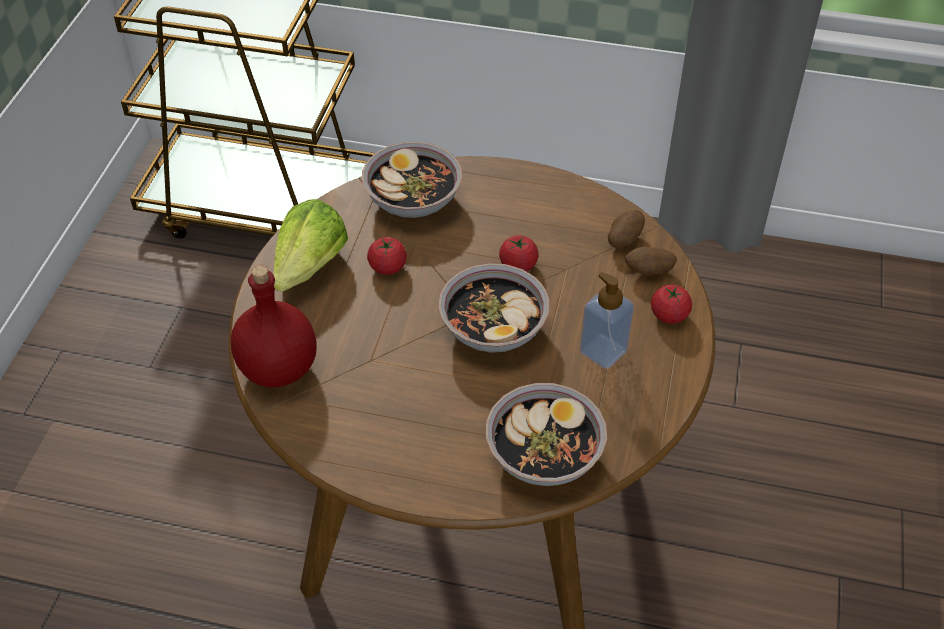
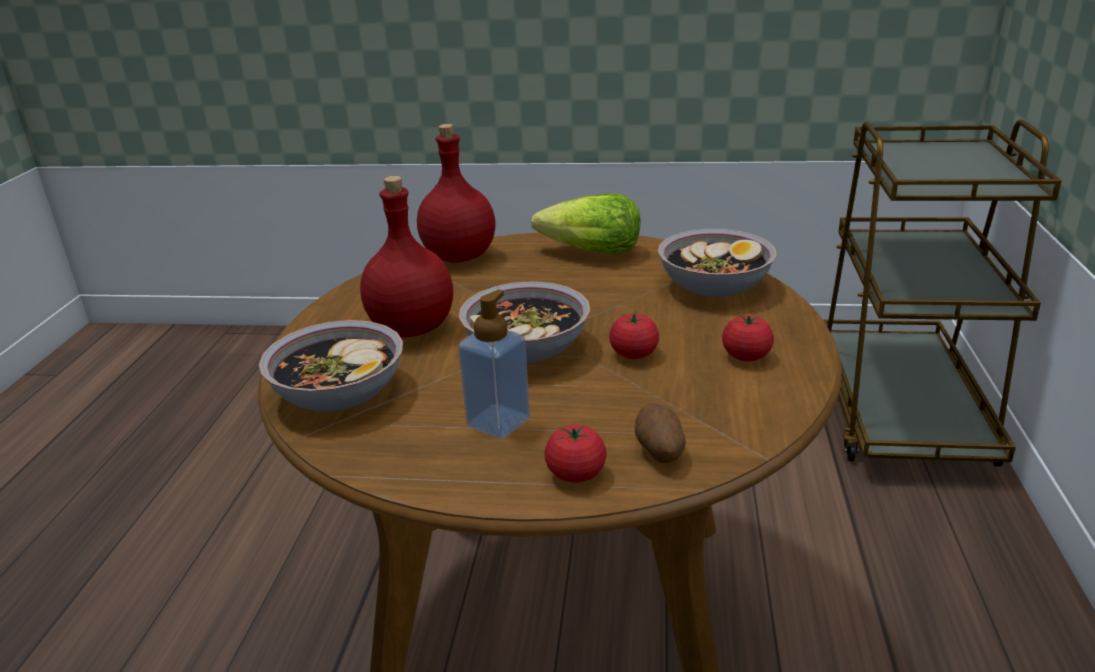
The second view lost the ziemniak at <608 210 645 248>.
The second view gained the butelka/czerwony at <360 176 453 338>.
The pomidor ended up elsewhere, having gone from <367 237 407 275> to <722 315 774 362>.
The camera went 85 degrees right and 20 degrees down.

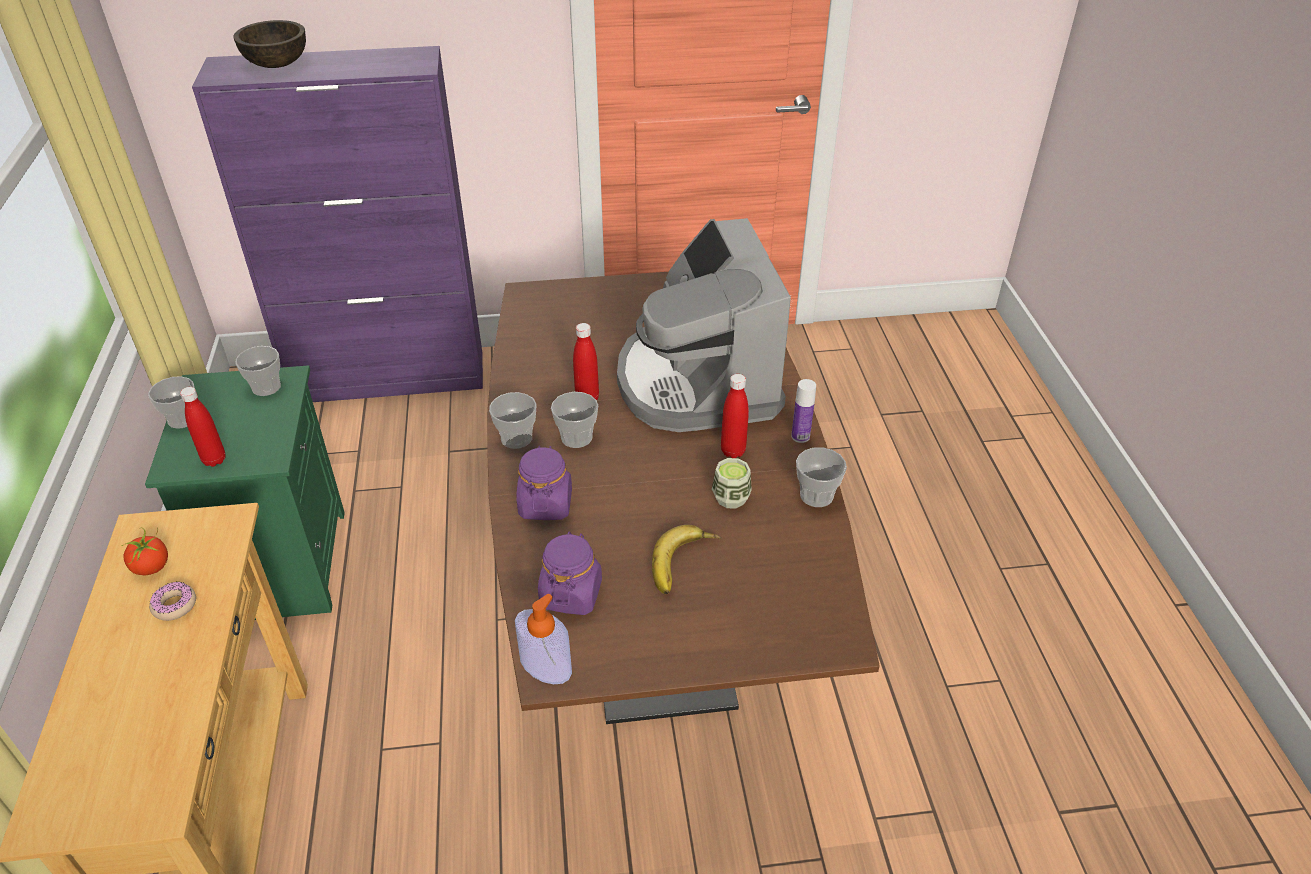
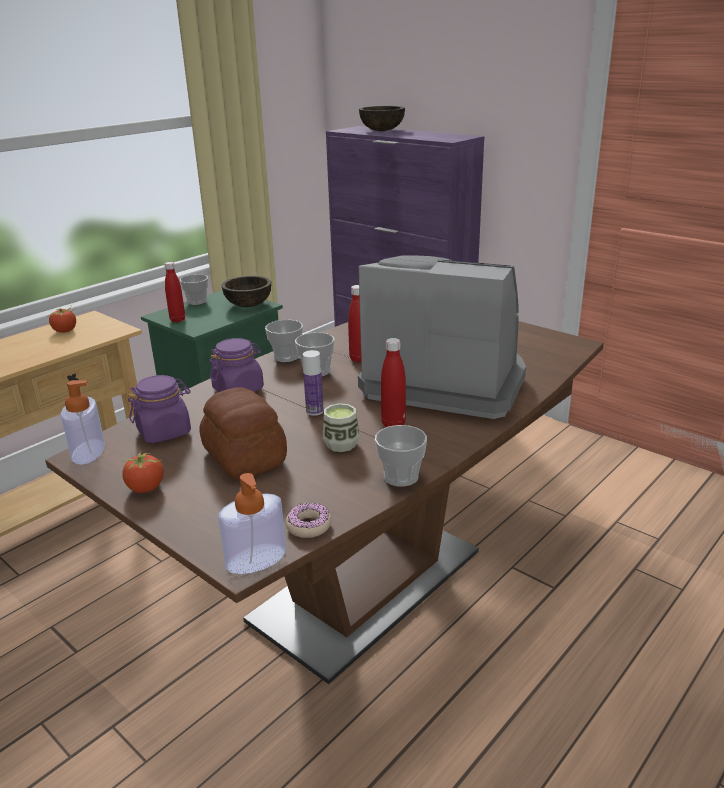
The second view gained the pomidor at <122 451 164 493>.
The second view gained the dozownik mydła at <218 473 286 574>.
The donut ended up elsewhere, having gone from <149 582 196 621> to <285 503 331 538>.
The butelka ended up elsewhere, having gone from <791 379 816 443> to <303 350 324 416>.
Where the filiżanka stood at <235 346 281 396>, the miska/brązowy came to stand at <221 276 271 307>.
Where the banan stood at <652 525 721 594>, the chleb came to stand at <199 387 287 479>.
The ekspres do kawy at <617 218 791 432> ended up facing another way, 75 degrees clockwise from before.
The camera went 50 degrees right and 15 degrees down.

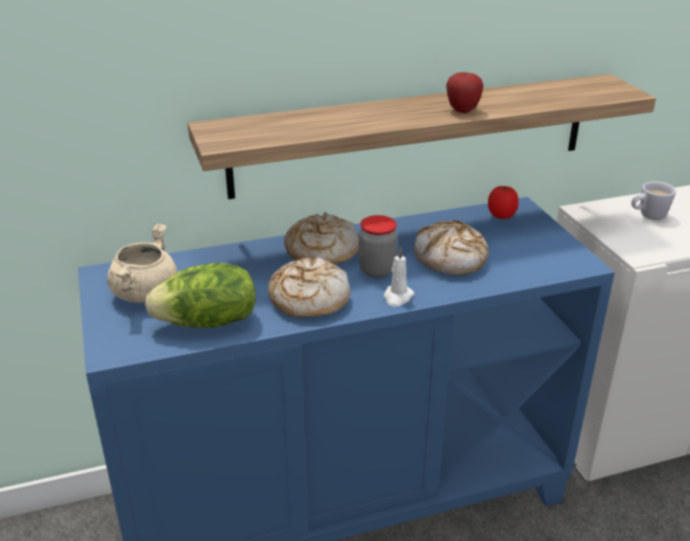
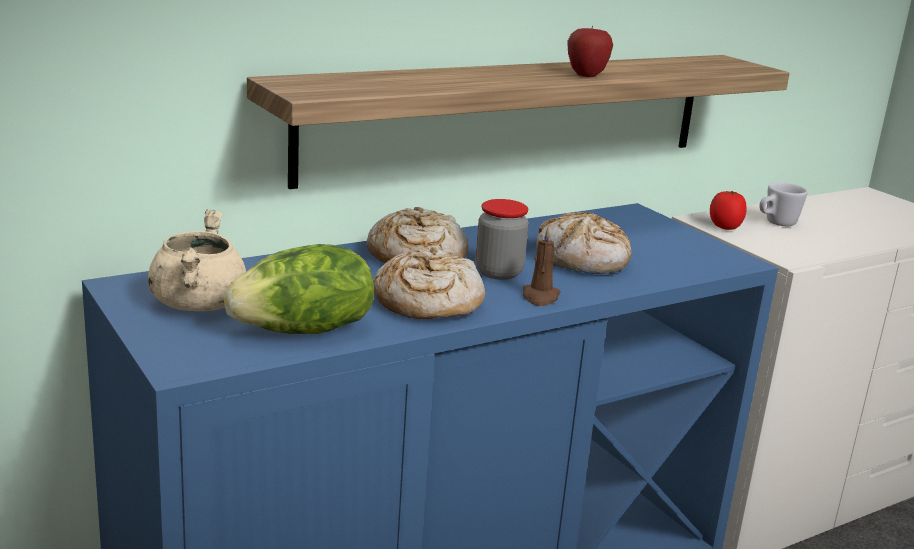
The pomidor ended up elsewhere, having gone from <488 186 519 219> to <710 191 747 230>.
What was the świeca/biały at <384 247 414 307> turned into the świeca/brązowy at <523 226 560 306>.
The camera went 15 degrees left and 10 degrees down.

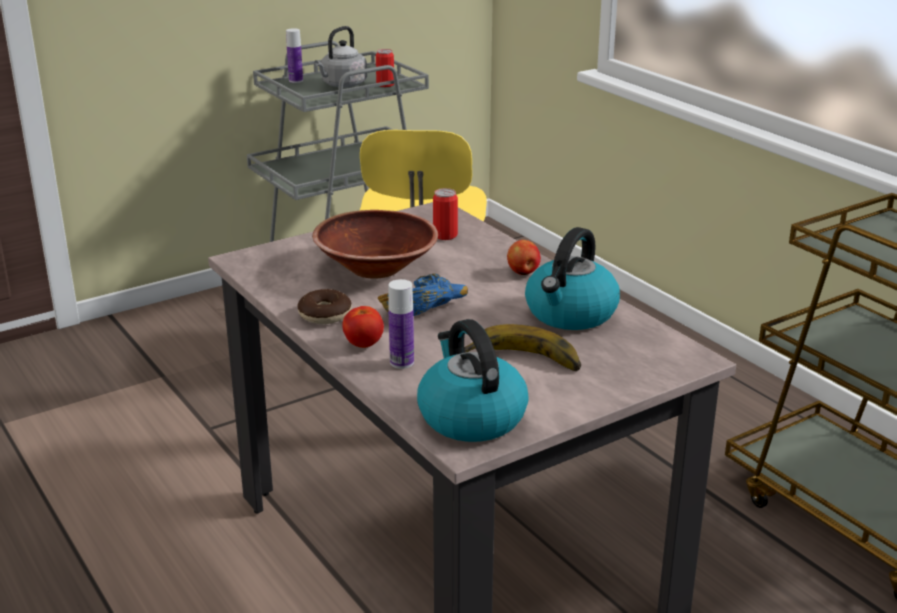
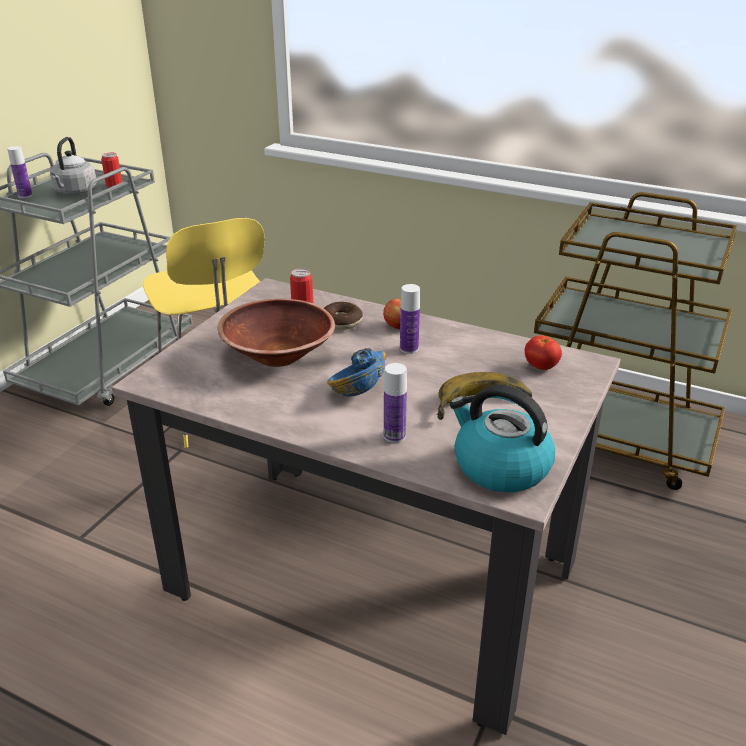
The second view lost the czajnik at <525 227 620 330>.
The second view gained the butelka at <400 284 420 354>.
The donut ended up elsewhere, having gone from <297 289 352 325> to <324 302 363 330>.
The pomidor ended up elsewhere, having gone from <342 306 384 348> to <525 335 562 370>.
The camera went 30 degrees left and 5 degrees up.

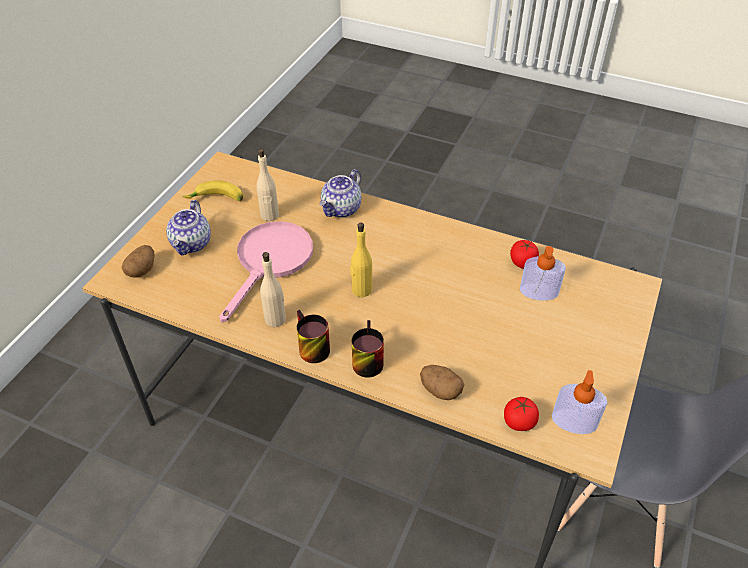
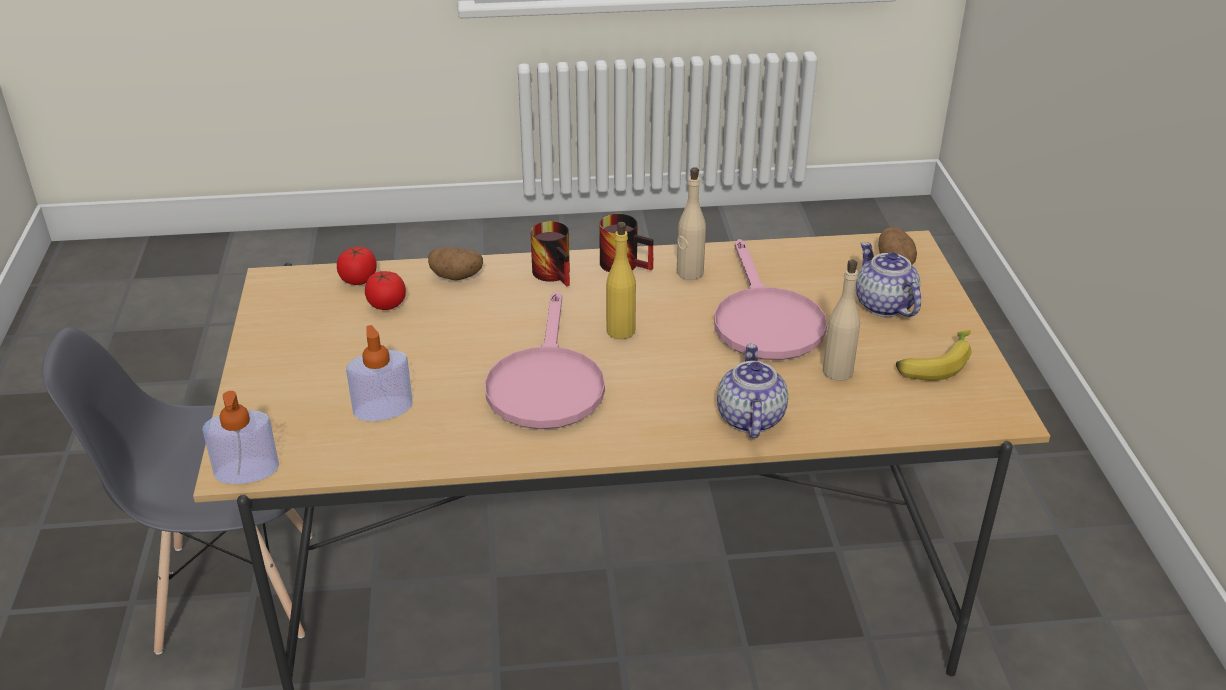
The second view gained the patelnia/różowy at <485 291 605 429>.
The pomidor ended up elsewhere, having gone from <510 240 539 269> to <365 271 406 310>.
The dozownik mydła ended up elsewhere, having gone from <552 370 608 434> to <202 391 279 484>.
The camera went 150 degrees right and 10 degrees down.

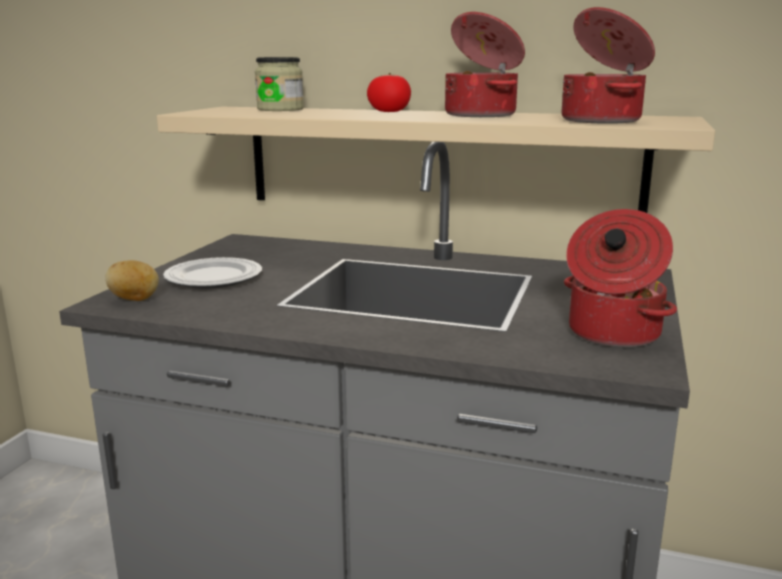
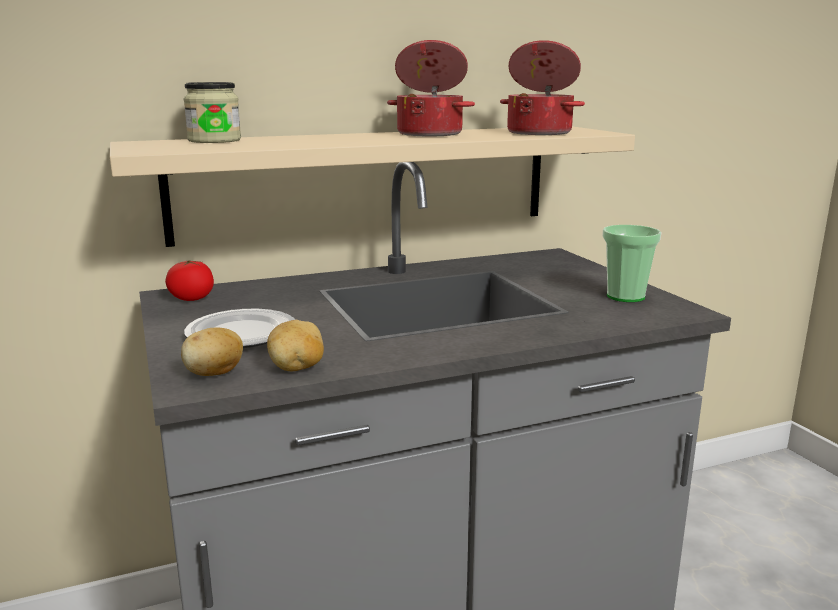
The second view gained the ziemniak at <267 320 324 371>.
The pomidor ended up elsewhere, having gone from <367 73 411 112> to <165 260 214 301>.
Where the garnek stood at <564 209 677 347>, the filiżanka came to stand at <602 225 661 302>.
The camera went 40 degrees left and 0 degrees up.

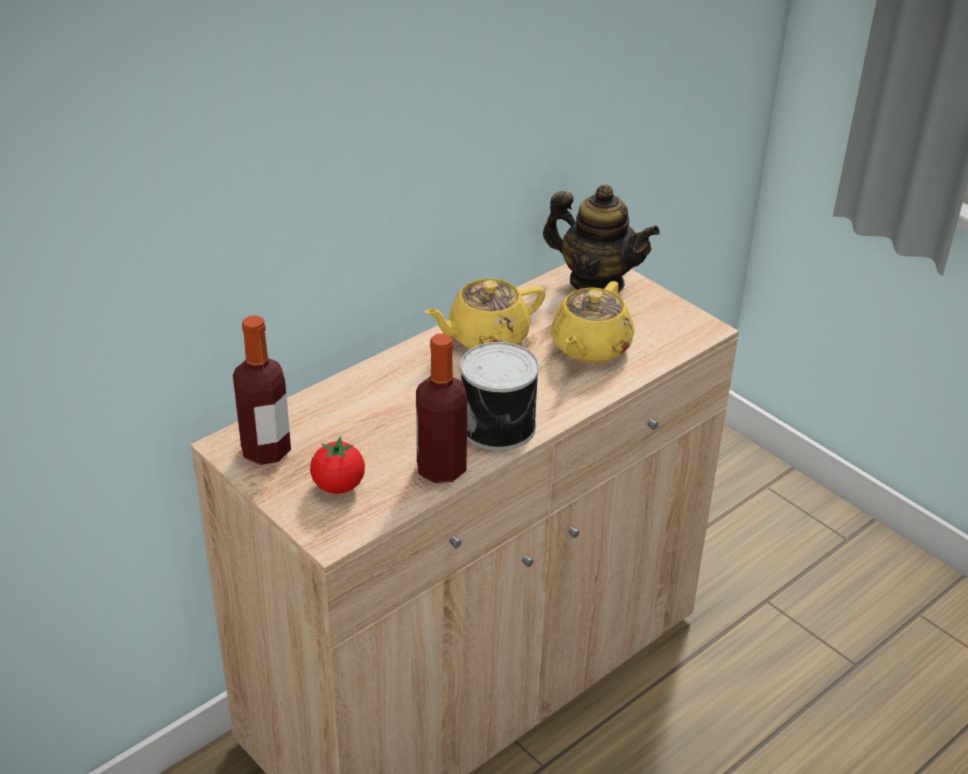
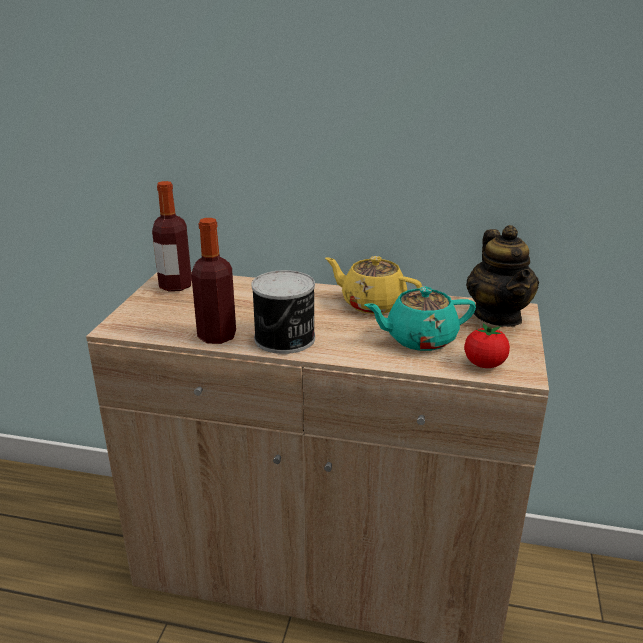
The pomidor ended up elsewhere, having gone from <310 436 365 494> to <464 323 510 368>.
What was the imbryk/żółty at <551 281 634 363> turned into the imbryk/turkusowy at <364 287 476 351>.
The camera went 55 degrees right and 10 degrees down.

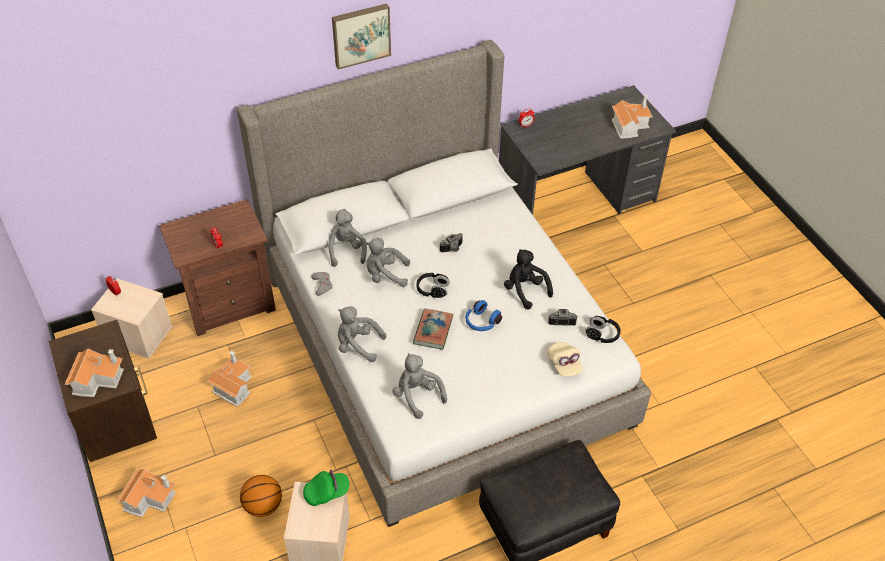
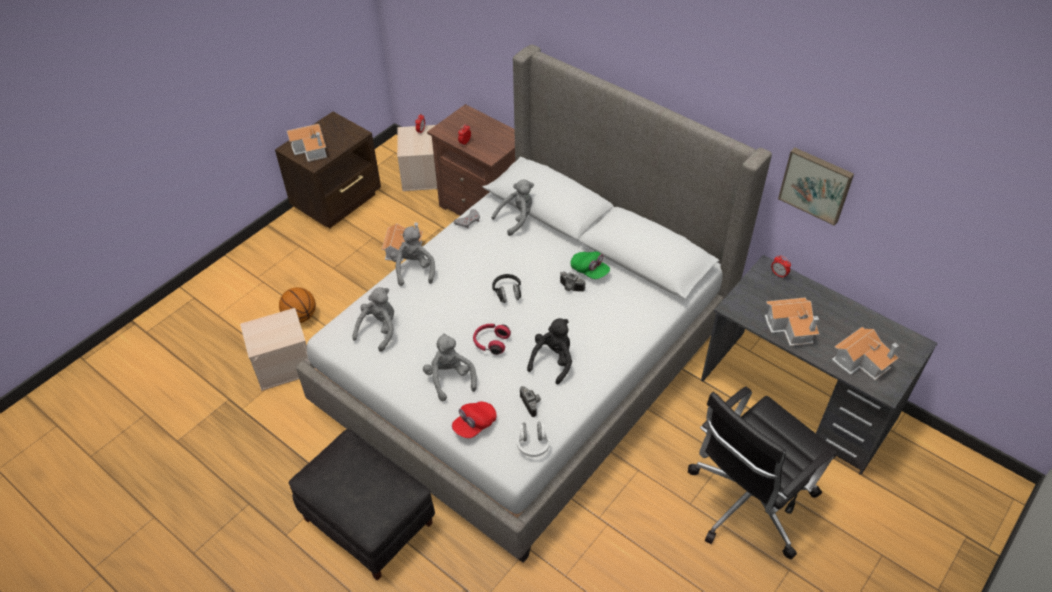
The second view lost the książka at <413 309 454 350>.
The second view gained the krzesło biurowe/czarny at <688 386 838 560>.
The domek ended up elsewhere, having gone from <116 469 176 517> to <765 297 819 346>.
The czapka z daszkiem/zielony ended up elsewhere, having gone from <303 469 349 506> to <570 251 610 279>.
The obraz ended up elsewhere, having gone from <332 3 391 70> to <778 147 854 226>.
The pluszak/szary ended up elsewhere, having gone from <366 238 410 287> to <423 333 477 401>.
What was the słuchawki/niebieski at <465 300 502 331> turned into the słuchawki/czerwony at <473 324 511 355>.
What was the czapka z daszkiem/beżowy at <547 342 583 376> turned into the czapka z daszkiem/czerwony at <452 402 497 438>.
What was the słuchawki/czarny at <585 316 621 343> turned into the słuchawki/biały at <517 422 550 457>.
The camera went 65 degrees right and 0 degrees up.

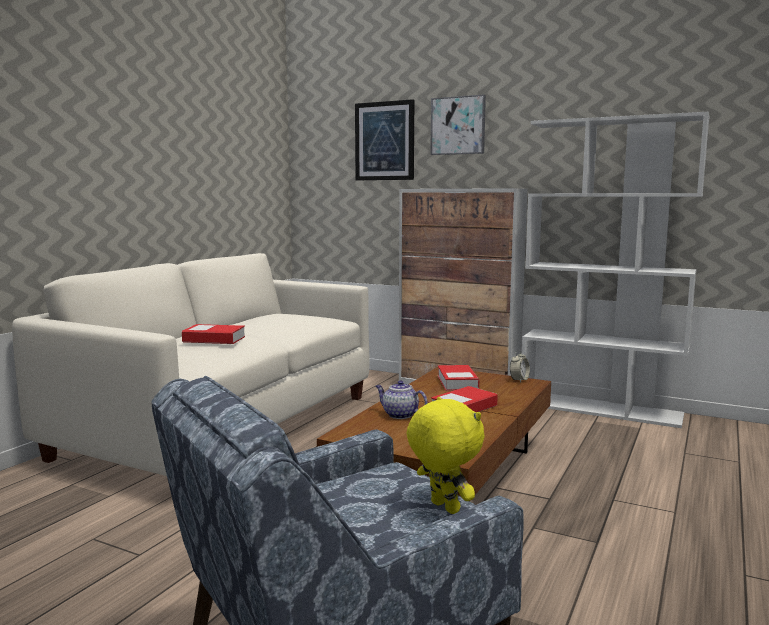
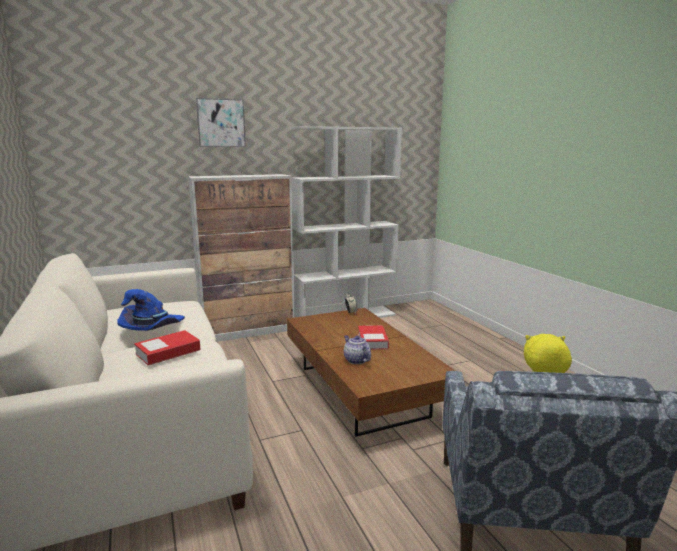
The second view lost the obraz at <355 99 414 180>.
The second view lost the książka at <438 365 479 391>.
The second view gained the kapelusz/niebieski at <117 289 185 331>.
The imbryk at <376 380 427 419> ended up facing another way, 75 degrees clockwise from before.
The camera went 50 degrees left and 5 degrees up.

